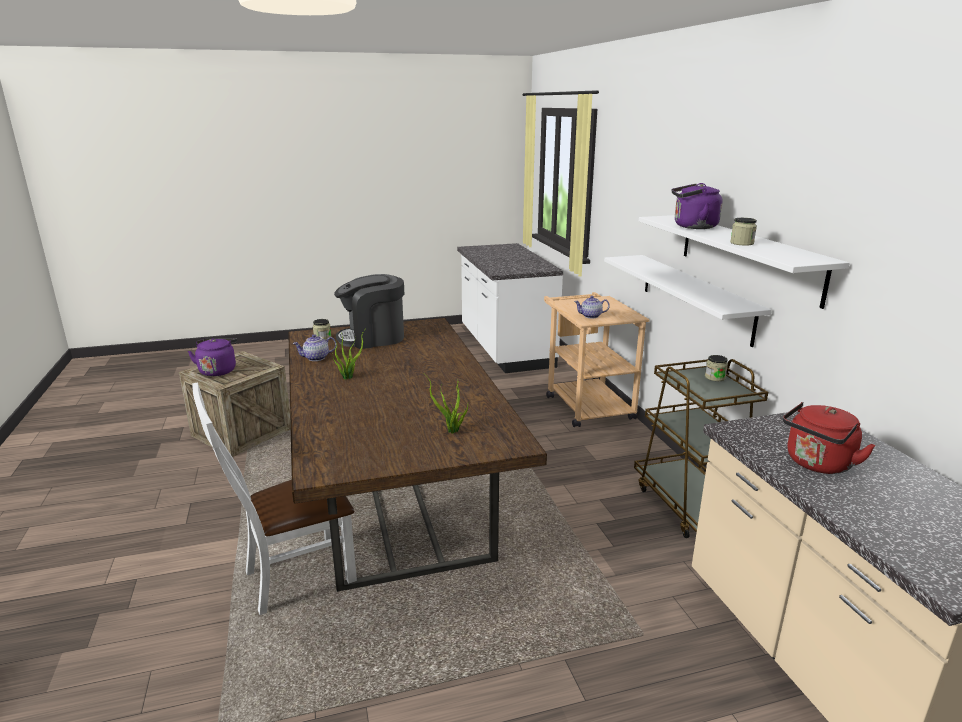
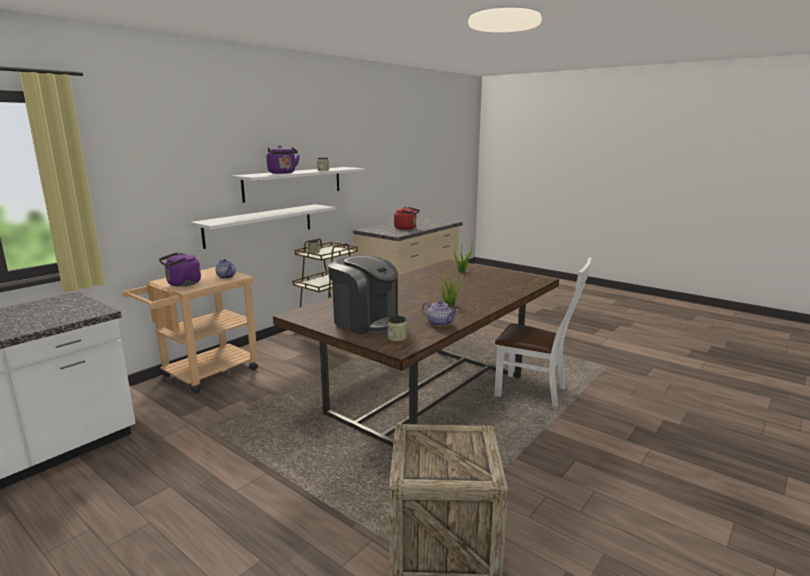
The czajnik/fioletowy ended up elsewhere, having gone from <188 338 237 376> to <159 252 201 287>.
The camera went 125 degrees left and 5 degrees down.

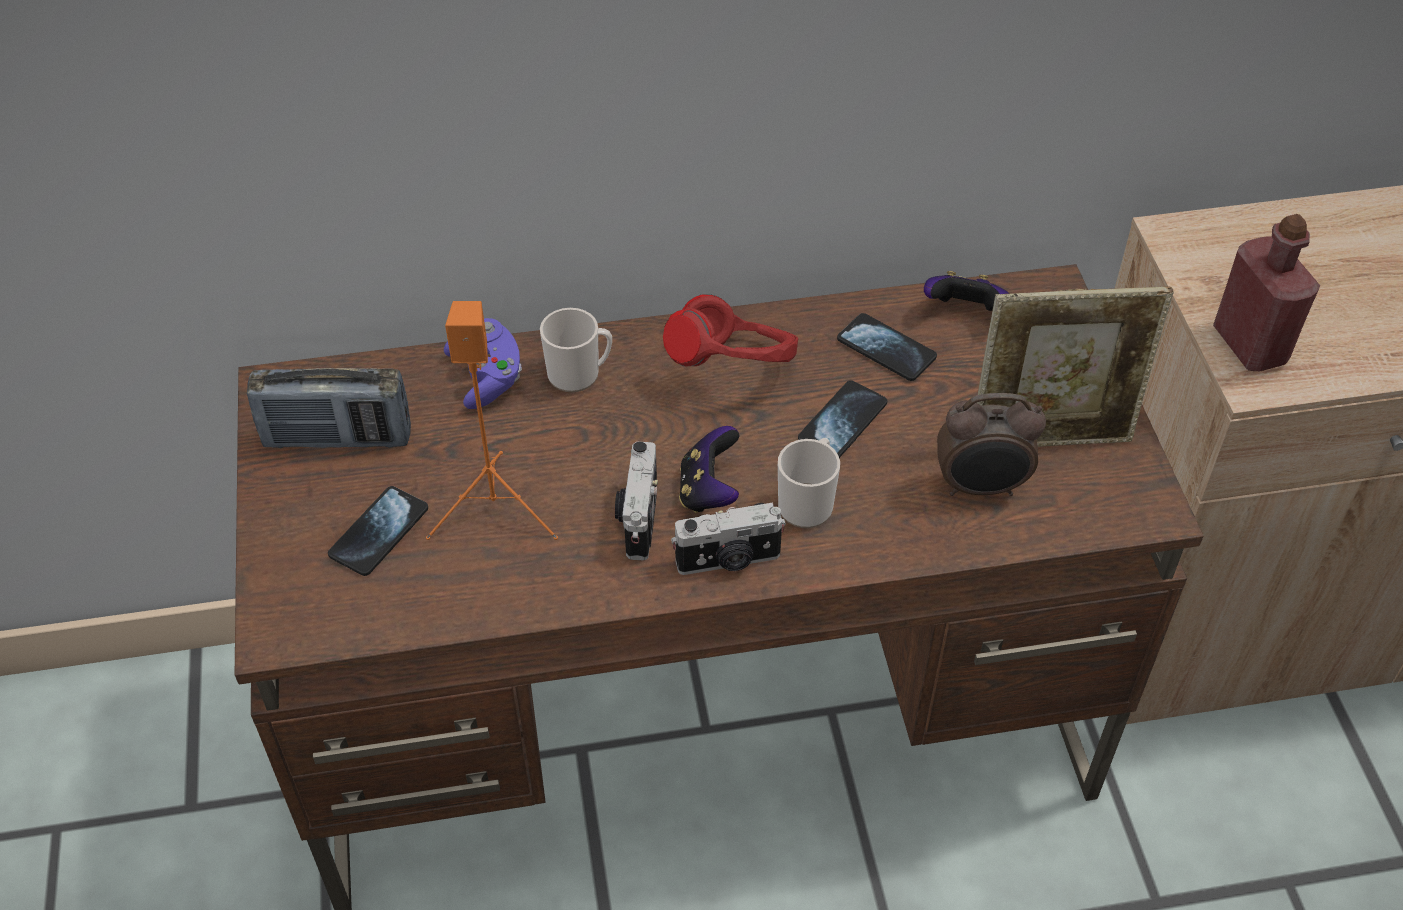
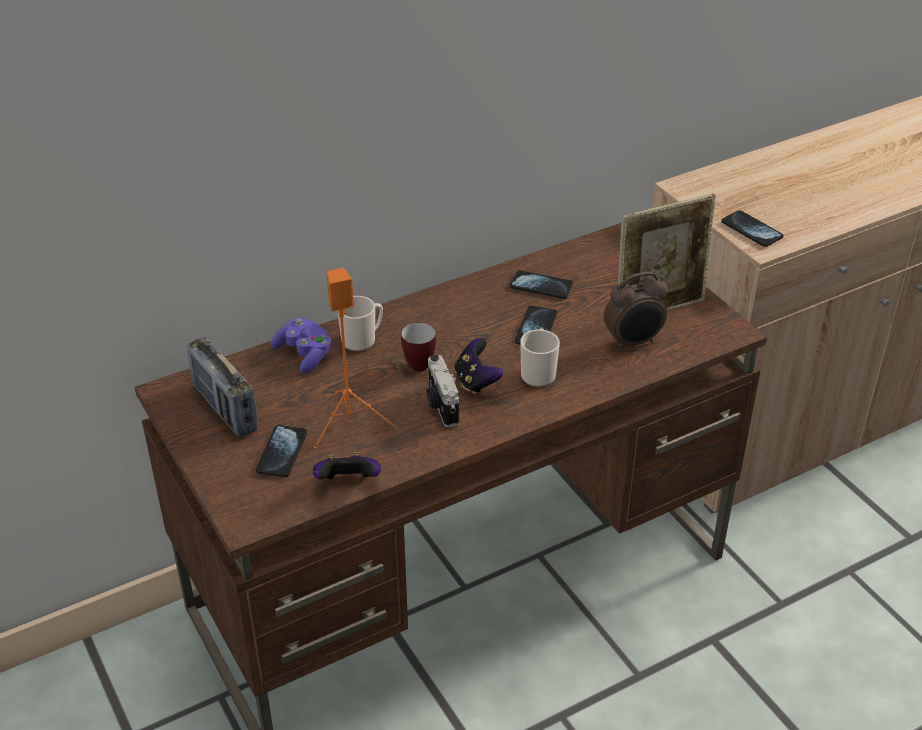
The second view lost the słuchawki/czerwony at <663 294 798 366>.
The second view lost the aparat fotograficzny at <671 503 786 575>.
The second view gained the kubek at <401 323 436 372>.
The pad do gier ended up elsewhere, having gone from <924 271 1009 311> to <313 452 381 479>.
Where the butelka/czerwony stood at <1213 214 1320 371>, the telefon came to stand at <721 210 783 247>.
The radio at <247 368 411 448> ended up facing another way, 75 degrees clockwise from before.
The camera went 20 degrees left and 10 degrees down.

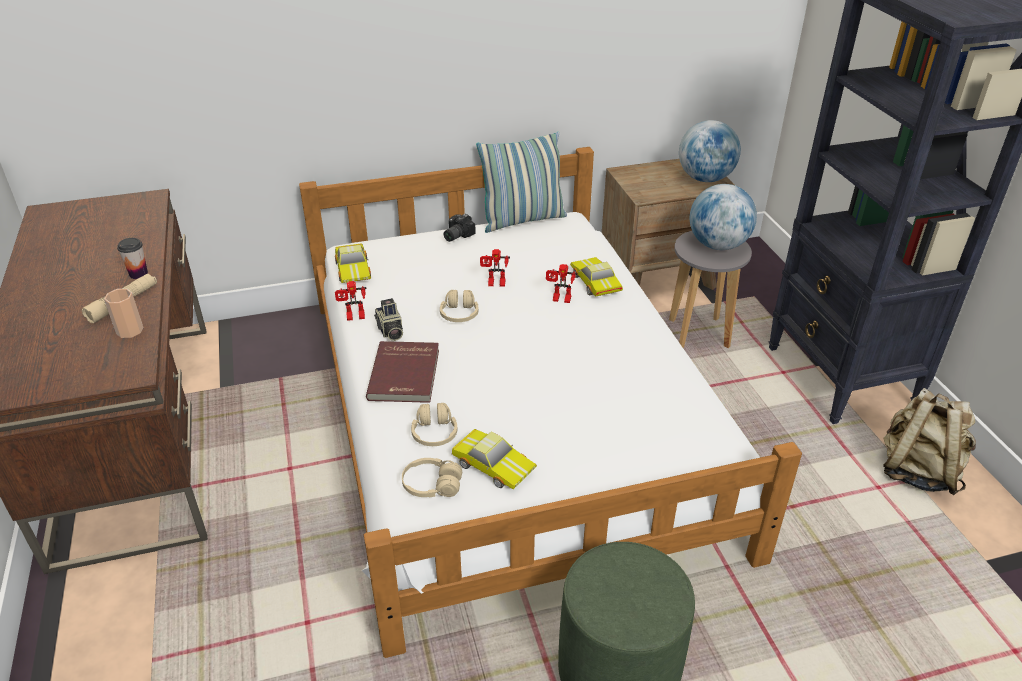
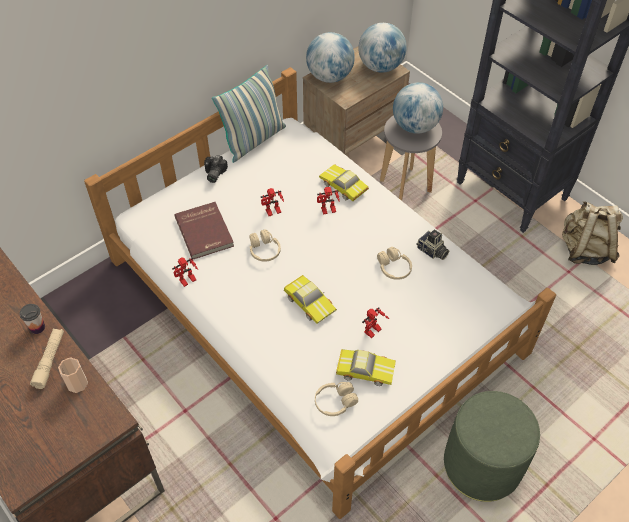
The second view gained the globus at <306 32 355 83>.
The second view gained the robot zabawkowy at <362 307 389 338>.
The samochodzik ended up elsewhere, having gone from <335 243 371 283> to <284 275 337 324>.
The książka/czerwony ended up elsewhere, having gone from <366 341 439 403> to <174 202 234 259>.
The aparat fotograficzny ended up elsewhere, having gone from <374 298 403 341> to <416 229 449 260>.
The słuchawki/beżowy ended up elsewhere, having gone from <411 403 457 446> to <377 247 412 280>.
The camera went 25 degrees left and 15 degrees up.

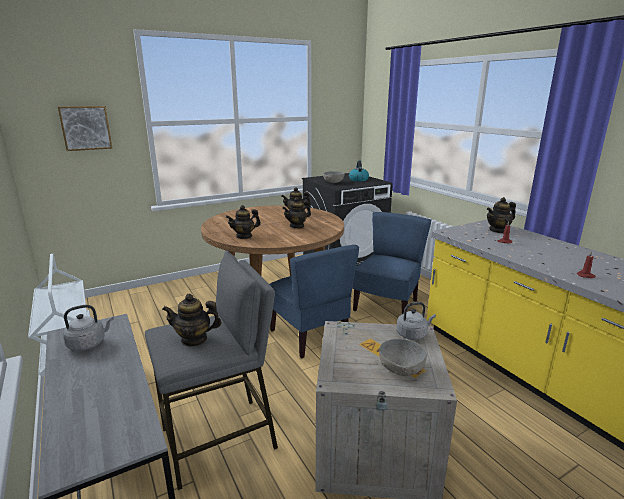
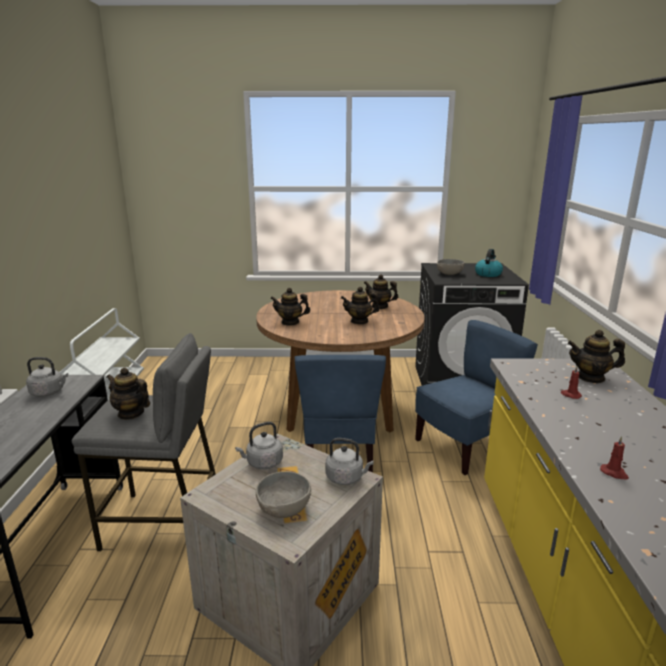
The second view lost the obraz at <58 106 112 151>.
The second view gained the czajnik/szary at <235 422 283 469>.
The camera went 30 degrees right and 0 degrees up.

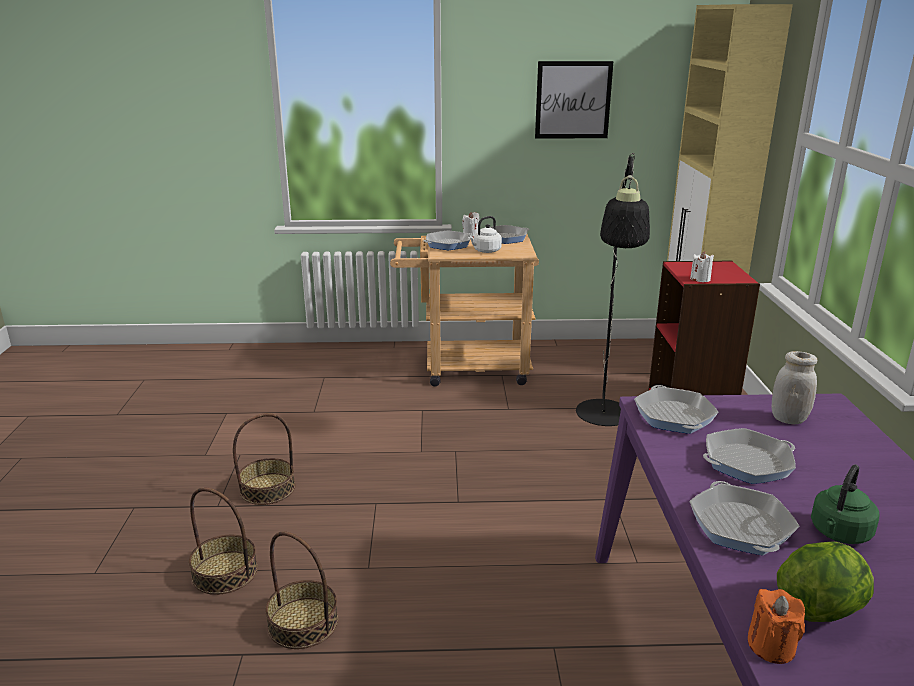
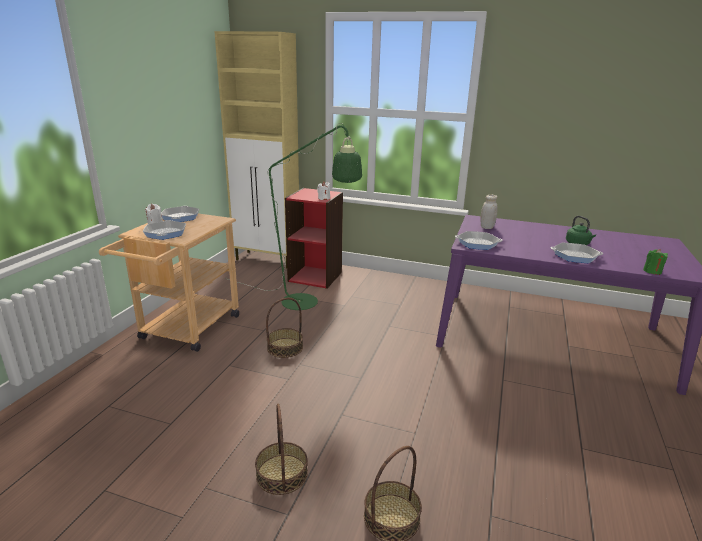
The second view lost the czajnik/biały at <468 216 502 253>.
The second view lost the obraz at <535 61 613 138>.
The second view lost the patelnia at <703 428 796 484>.
The second view lost the sałata at <777 541 874 622>.
The koszyk ended up elsewhere, having gone from <265 531 338 649> to <266 298 303 358>.
What was the lampa stojąca/czarny at <576 153 650 426> turned into the lampa stojąca/zielony at <225 123 362 310>.
What was the świeca/pomarańczowy at <748 589 805 664> turned into the świeca/zielony at <643 249 668 275>.
The camera went 70 degrees left and 0 degrees up.

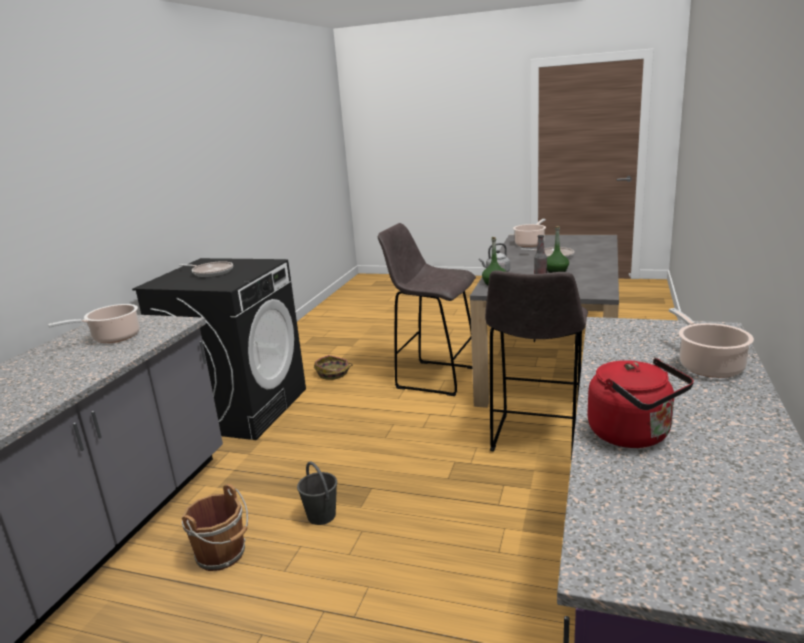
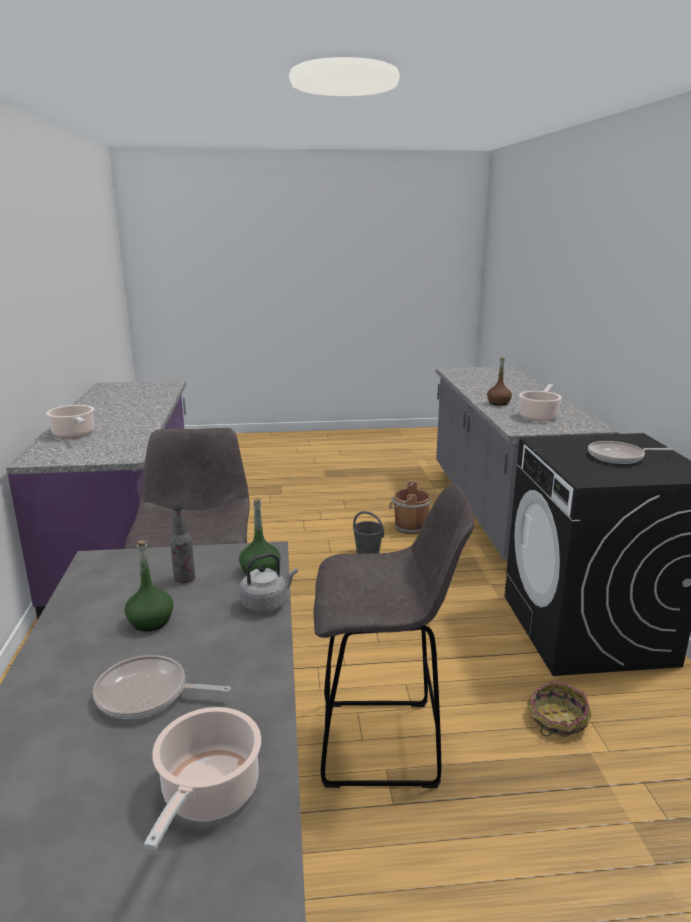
The second view lost the czajnik/czerwony at <587 358 694 448>.
The second view gained the butelka/brązowy at <487 357 512 406>.
The camera went 155 degrees right and 0 degrees up.

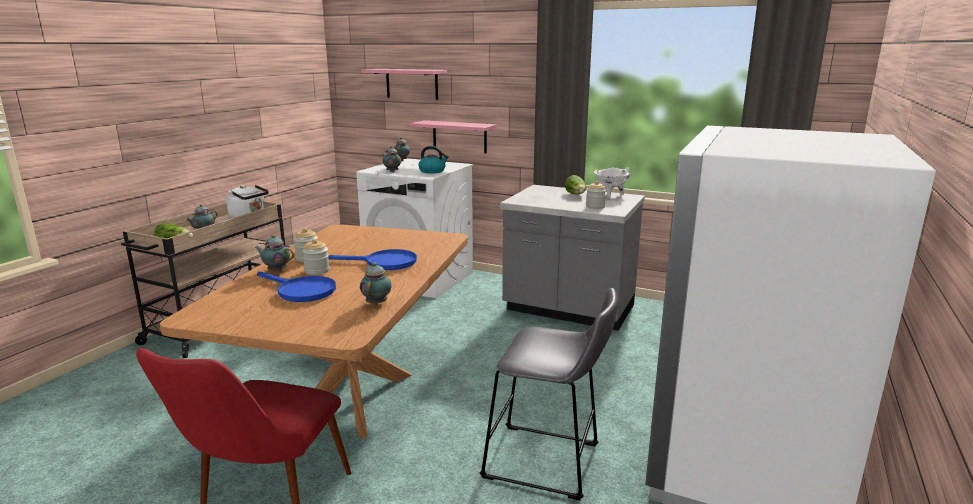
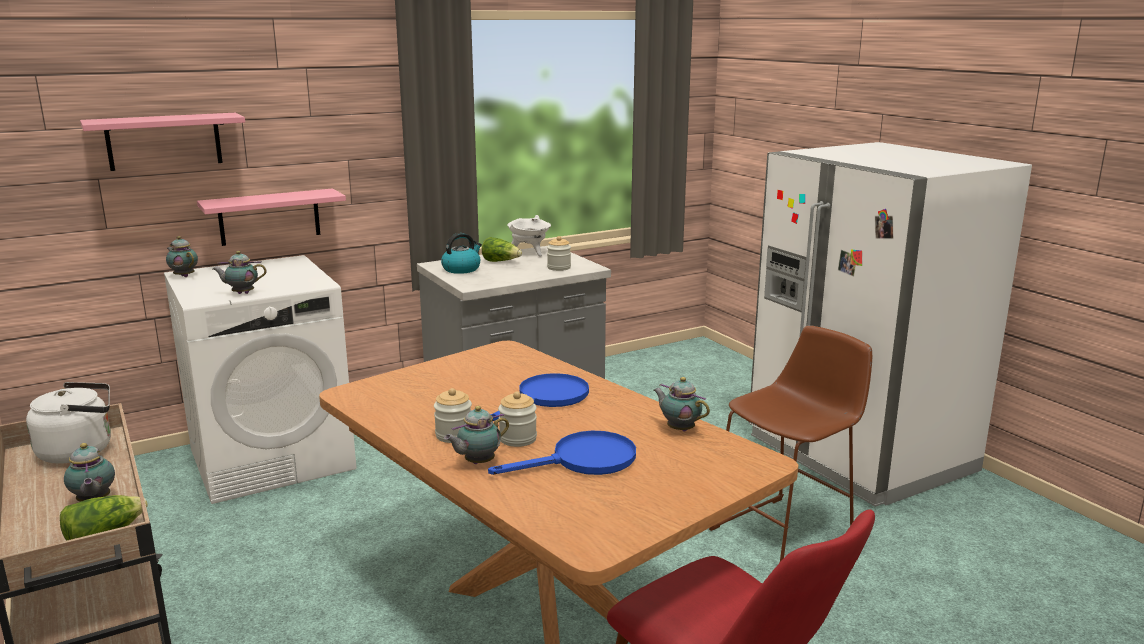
The czajnik ended up elsewhere, having gone from <419 146 449 174> to <441 233 482 274>.
What was the stołek/szary at <480 288 618 501> turned into the stołek/brązowy at <709 326 872 562>.
The camera went 55 degrees left and 0 degrees up.

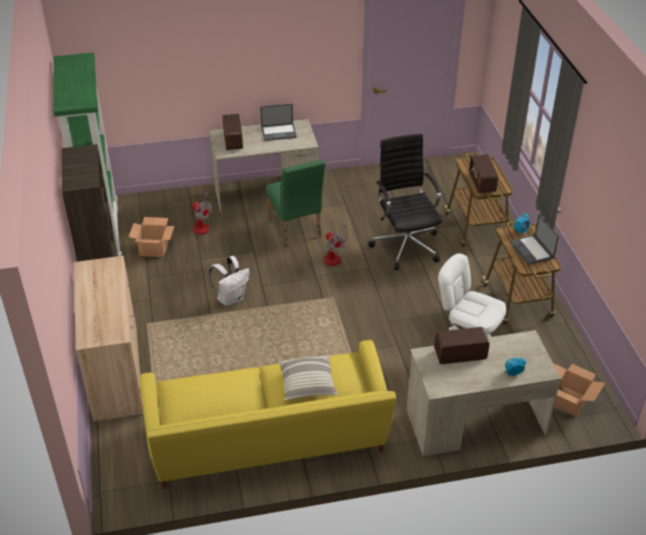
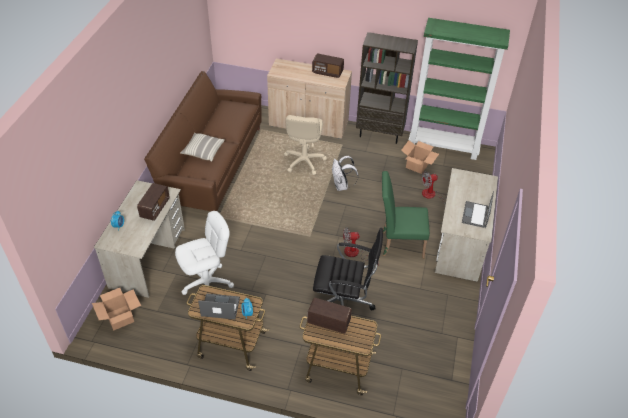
The second view gained the krzesło biurowe/beżowy at <284 115 327 175>.
The radio ended up elsewhere, having gone from <222 114 243 150> to <312 54 344 78>.
What was the kanapa/żółty at <140 340 396 489> turned into the kanapa/brązowy at <144 71 261 211>.
The camera went 115 degrees right and 5 degrees up.

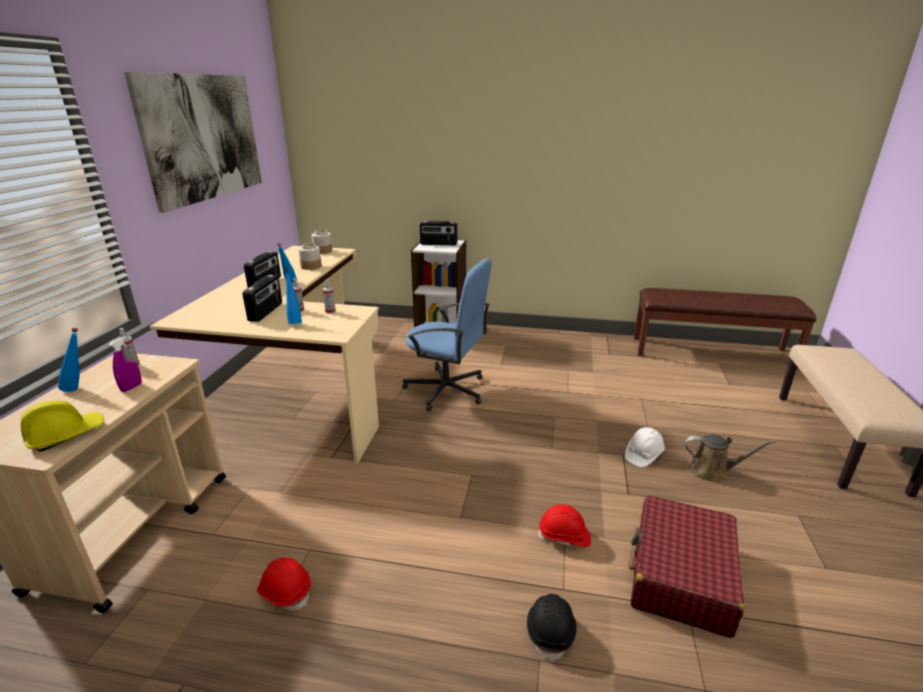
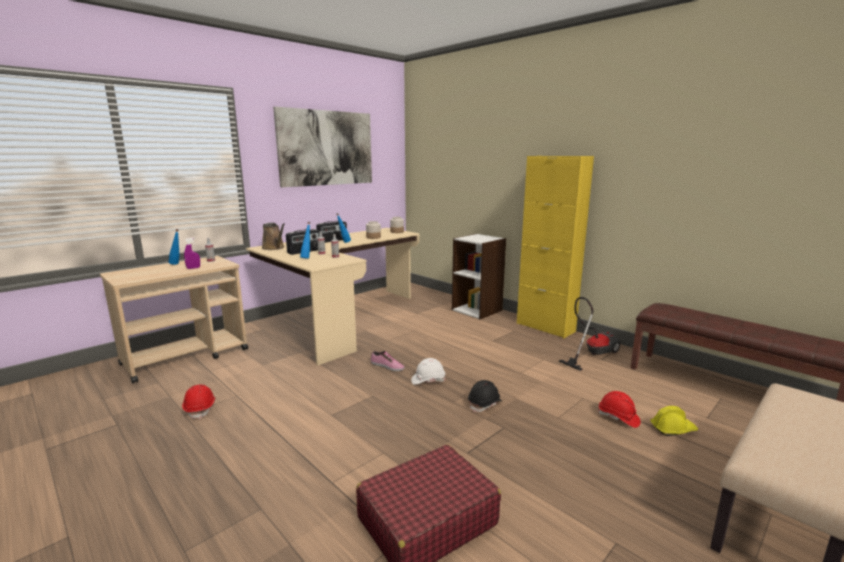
The second view lost the krzesło biurowe/niebieski at <402 258 492 411>.
The second view lost the radio at <420 220 457 245>.
The second view gained the but at <371 351 405 371>.
The second view gained the szafka/żółty at <517 156 594 338>.
The second view gained the odkurzacz at <559 297 621 371>.
The kask/żółty ended up elsewhere, having gone from <21 400 104 452> to <650 406 698 436>.
The kask/czarny ended up elsewhere, having gone from <527 594 577 662> to <468 380 502 413>.
The kask/czerwony ended up elsewhere, having gone from <538 504 591 547> to <598 391 641 428>.
The kask/biały ended up elsewhere, having gone from <625 427 665 467> to <411 358 445 385>.
The konewka/brązowy ended up elsewhere, having gone from <685 434 775 482> to <262 223 285 250>.
The camera went 35 degrees right and 10 degrees down.

